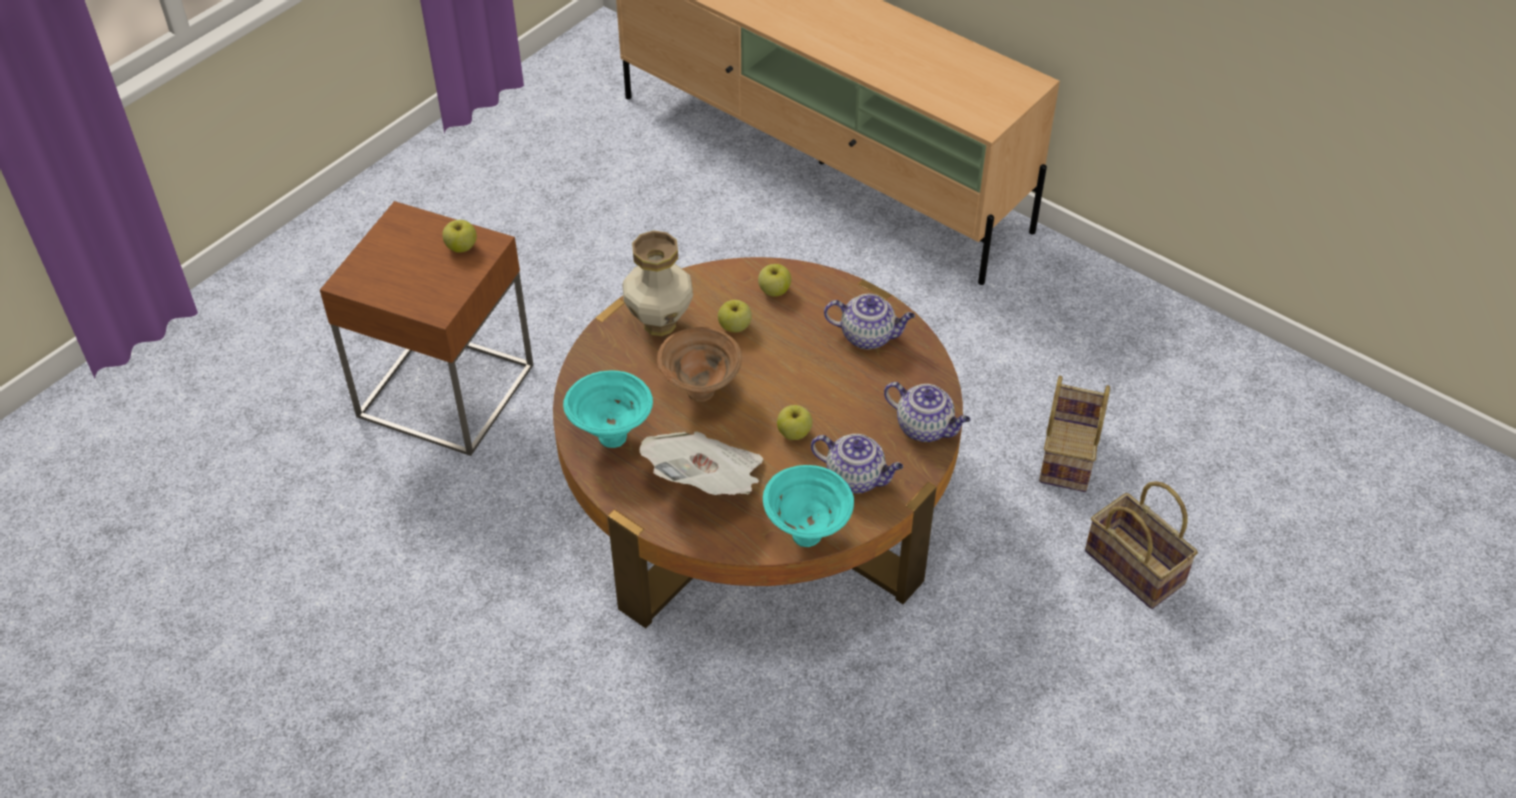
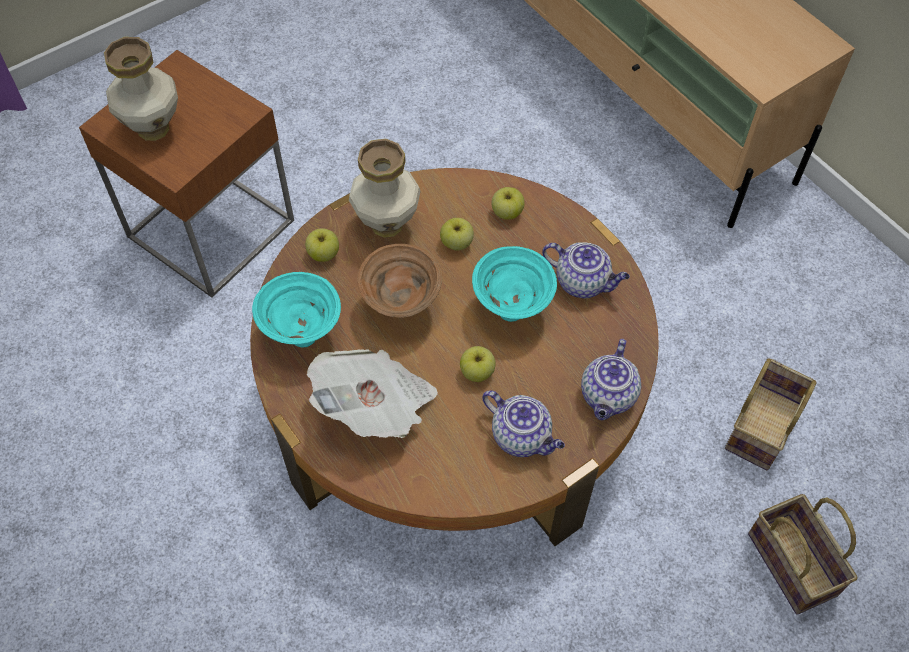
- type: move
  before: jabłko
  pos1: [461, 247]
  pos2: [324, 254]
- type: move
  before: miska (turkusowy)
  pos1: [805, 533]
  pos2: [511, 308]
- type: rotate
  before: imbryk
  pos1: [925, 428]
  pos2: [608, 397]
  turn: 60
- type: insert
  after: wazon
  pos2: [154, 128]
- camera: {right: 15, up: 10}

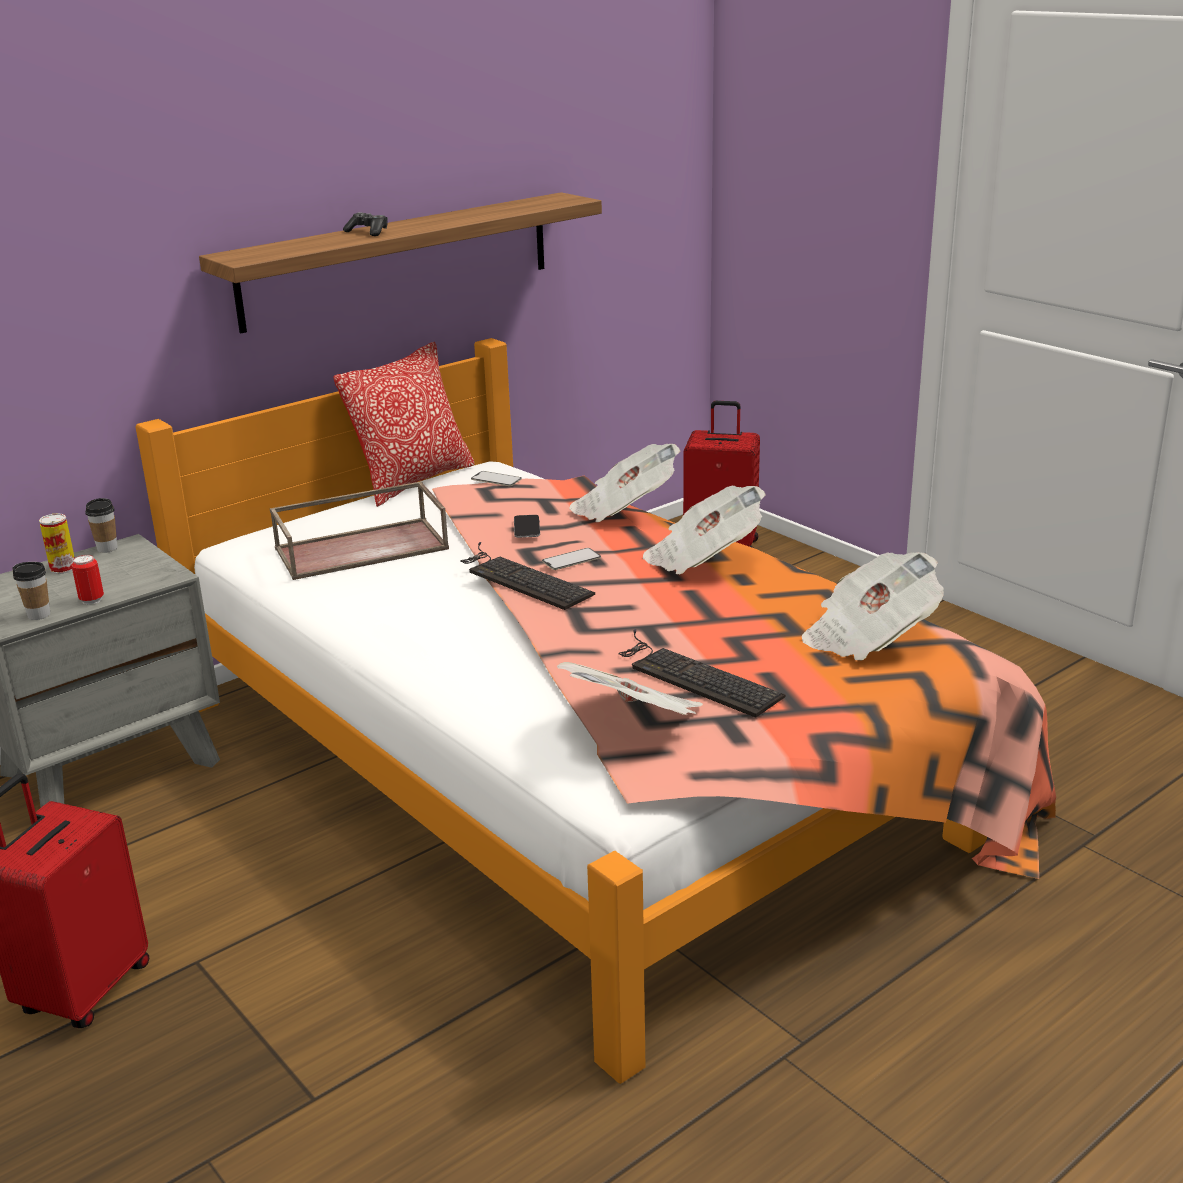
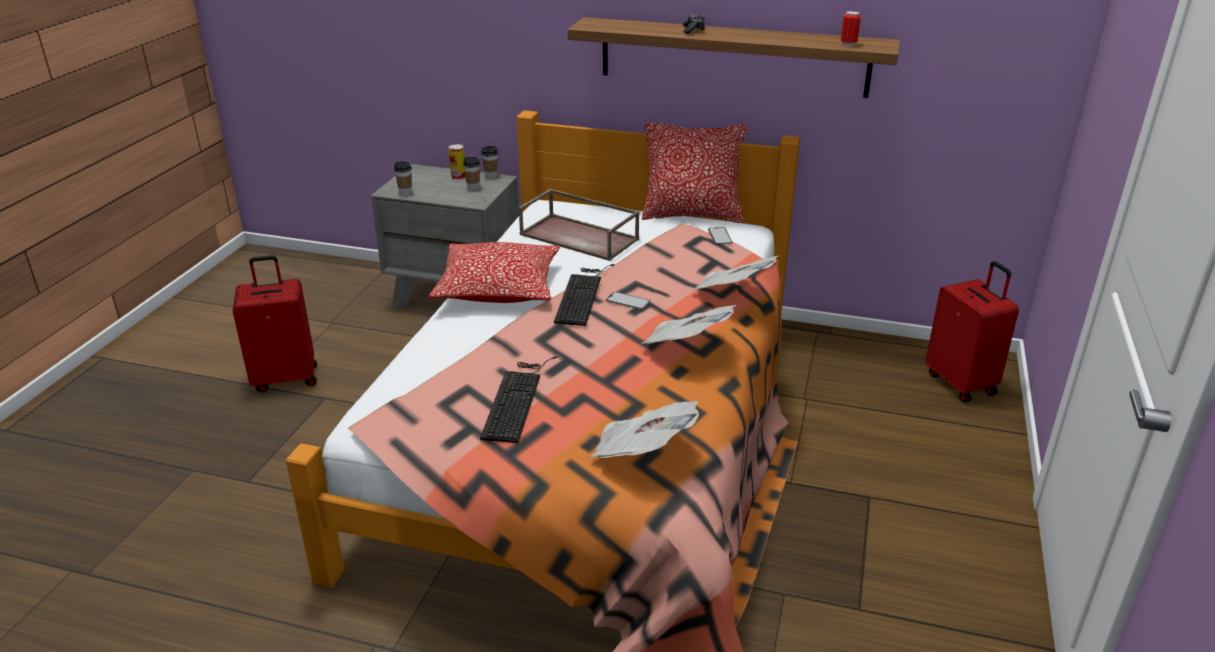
- type: move
  before: puszka
  pos1: [92, 600]
  pos2: [848, 44]
- type: delete
  before: telefon
  pos1: [527, 527]
- type: delete
  before: gazeta
  pos1: [635, 723]
- type: insert
  after: poduszka
  pos2: [498, 289]
- type: insert
  after: filiżanka
  pos2: [473, 188]
- camera: {right: 55, up: 5}

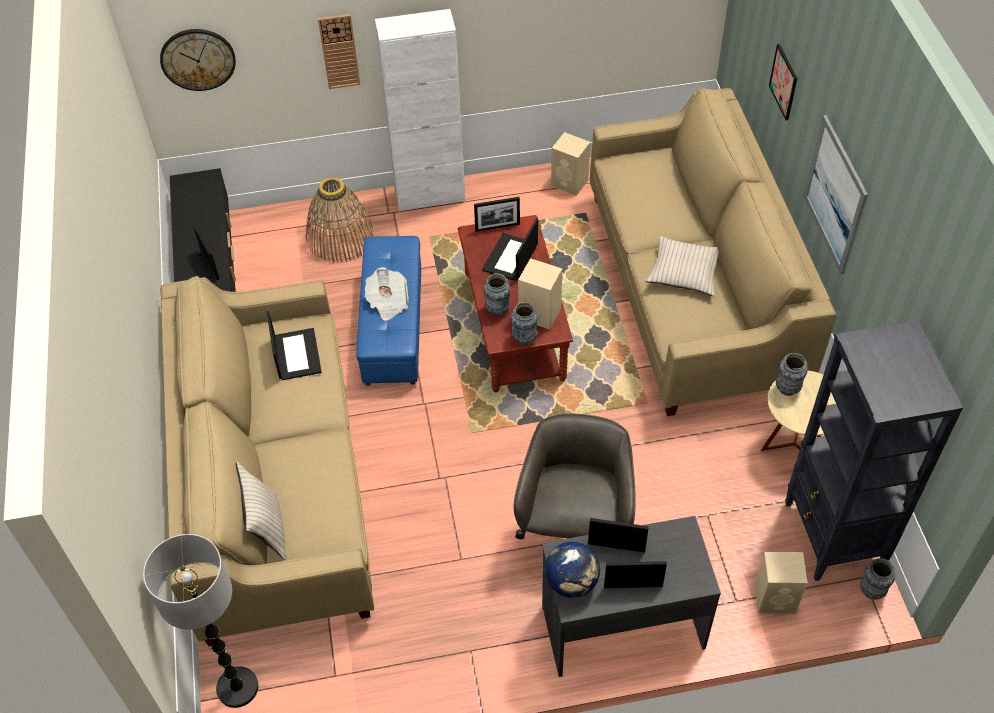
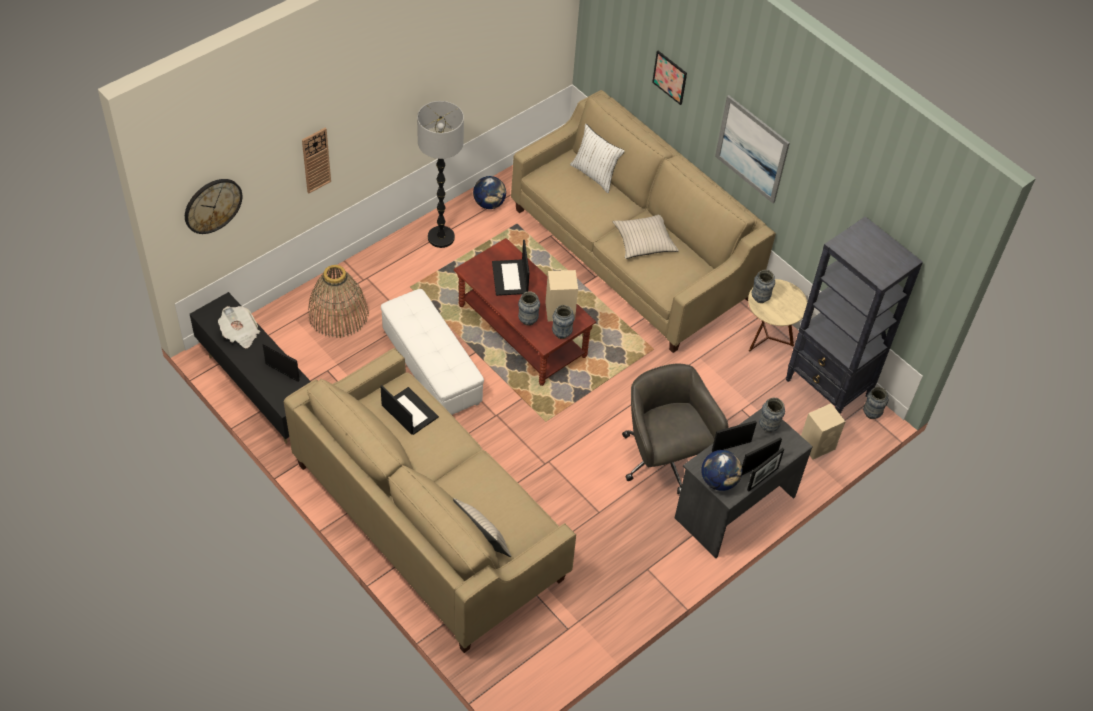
- type: move
  before: lampa stojąca
  pos1: [237, 687]
  pos2: [441, 237]
- type: recolor
  before: pufa (niebieski)
  after: pufa (biały)
  pos1: [392, 326]
  pos2: [430, 367]
- type: move
  before: gazeta
  pos1: [387, 302]
  pos2: [240, 333]
- type: delete
  before: szafka (biały)
  pos1: [430, 196]
- type: move
  before: ramka na zdjęcie
  pos1: [497, 227]
  pos2: [762, 479]
- type: replace
  before: głośnik (beżowy)
  after: globus
  pos1: [570, 183]
  pos2: [489, 204]
- type: insert
  after: poduszka (biały)
  pos2: [595, 175]
- type: insert
  after: wazon
  pos2: [768, 426]
- camera: {right: -35, up: 0}

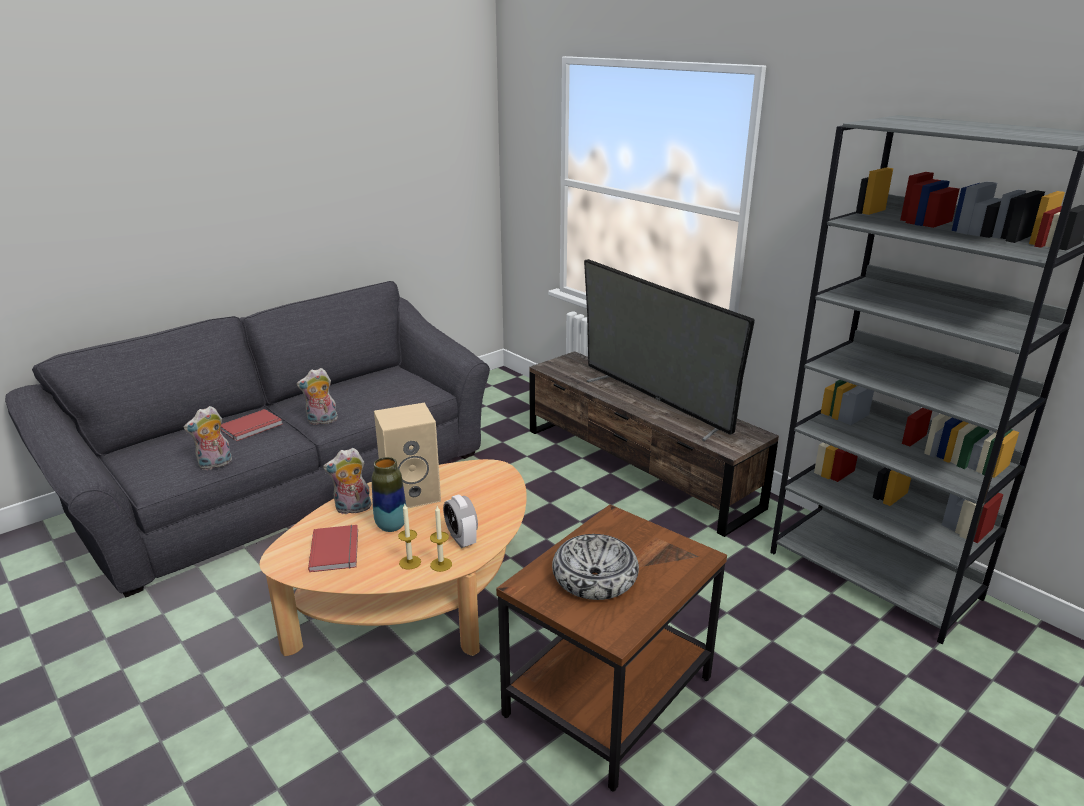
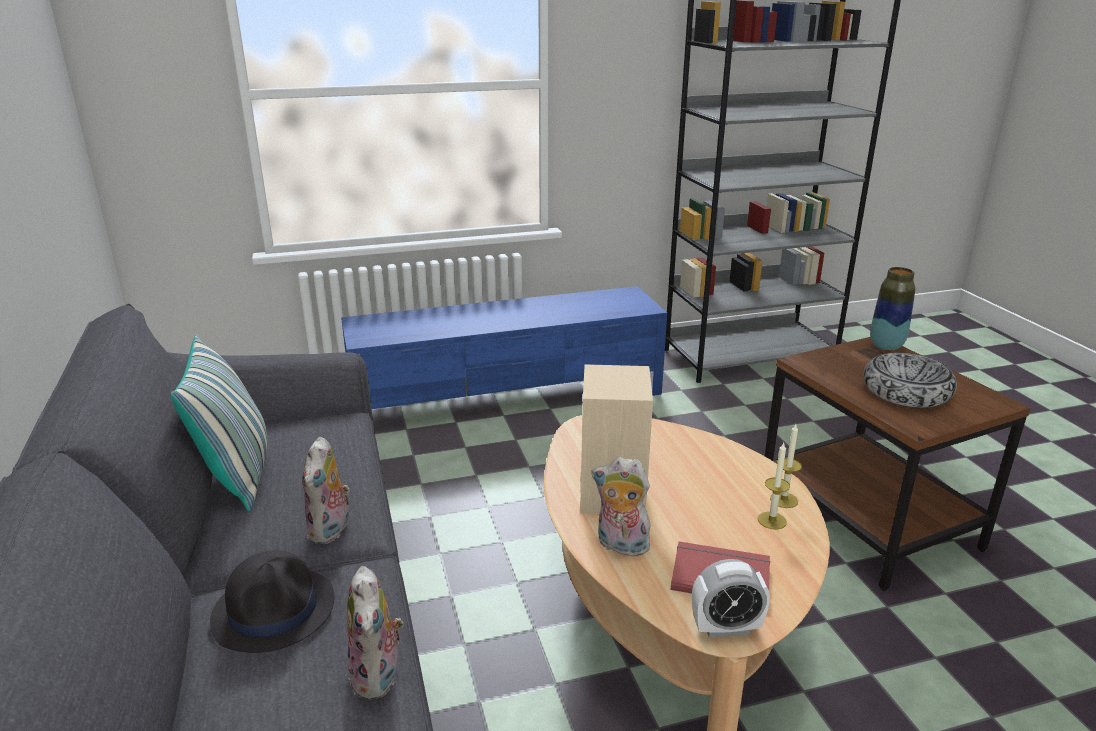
- type: replace
  before: książka (czerwony)
  after: kapelusz (czarny)
  pos1: [252, 427]
  pos2: [275, 610]
- type: rotate
  before: pluszak
  pos1: [352, 509]
  pos2: [620, 546]
  turn: 105
- type: move
  before: wazon
  pos1: [391, 526]
  pos2: [886, 346]
- type: move
  before: budzik
  pos1: [461, 539]
  pos2: [726, 628]
- type: recolor
  before: szafka pod telewizor (brązowy)
  after: szafka pod telewizor (niebieski)
  pos1: [639, 467]
  pos2: [509, 397]
- type: delete
  before: telewizor
  pos1: [654, 403]
- type: insert
  after: poduszka
  pos2: [238, 474]
- camera: {right: -65, up: 0}

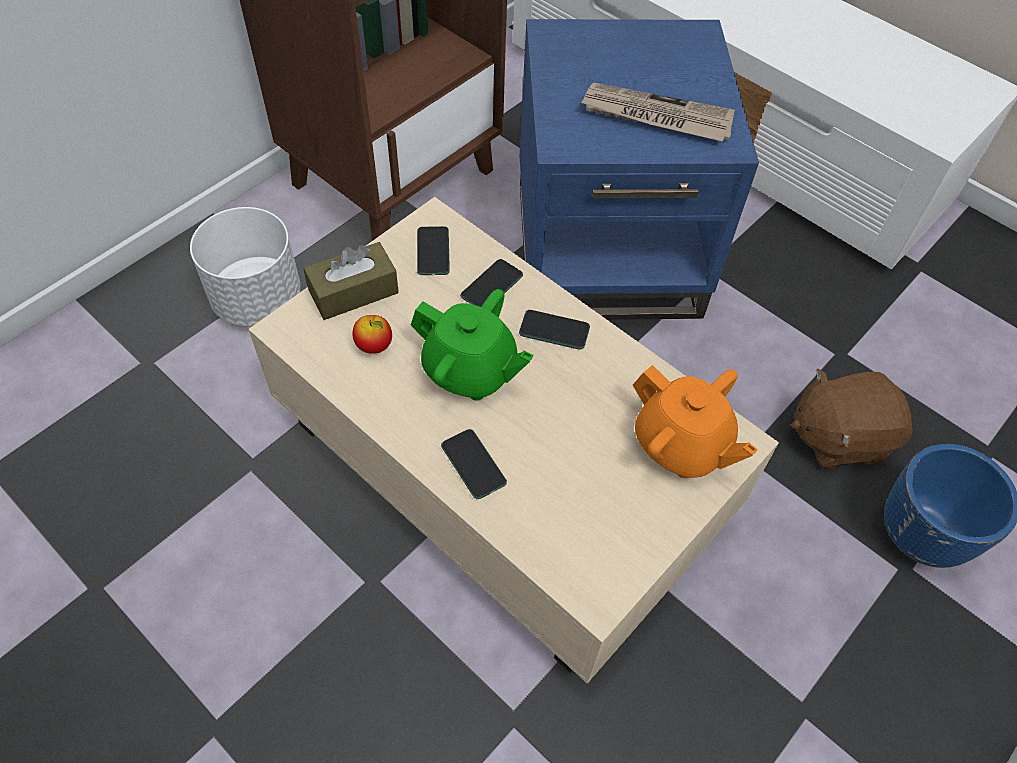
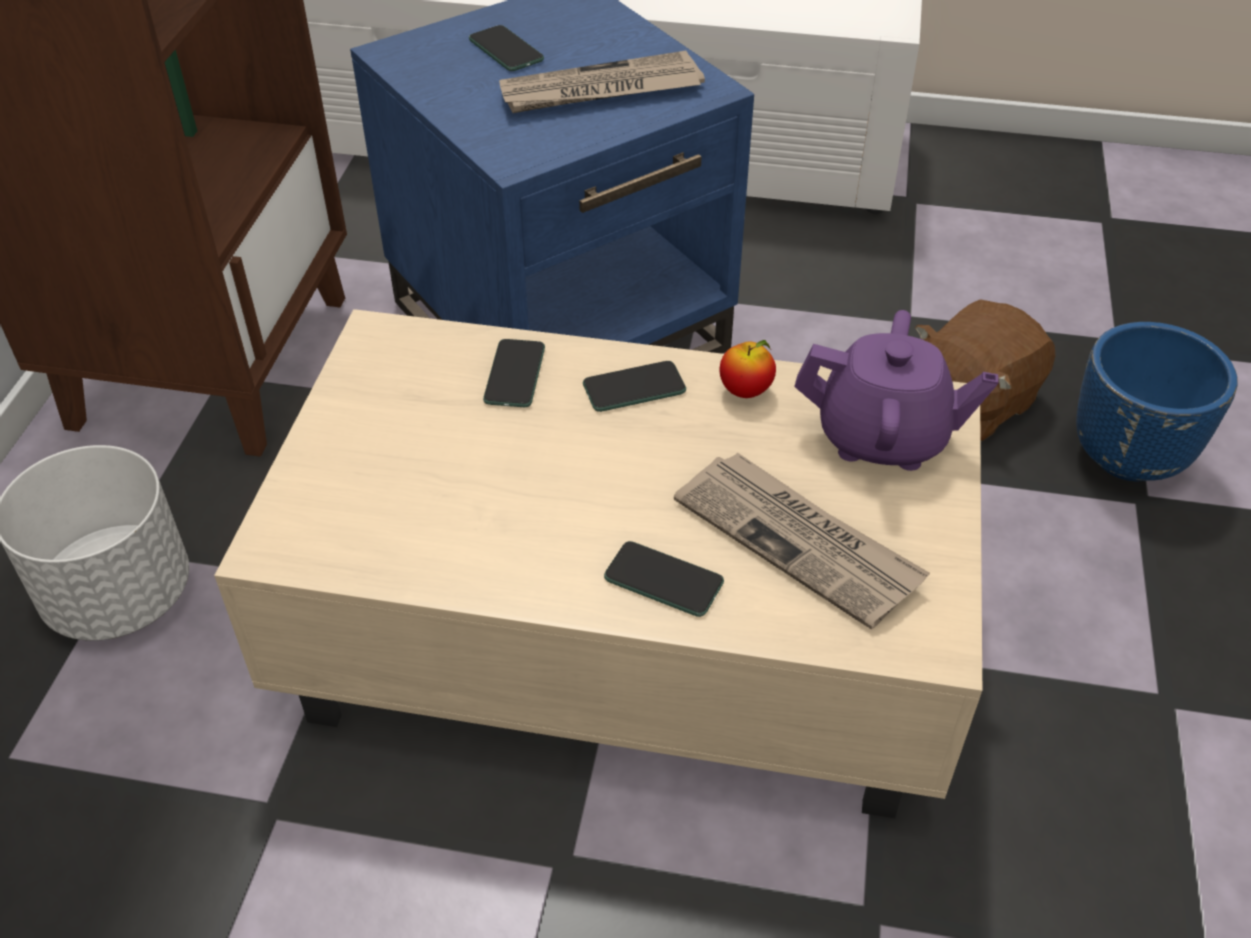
- type: delete
  before: pudełko chusteczek (brązowy)
  pos1: [353, 292]
- type: move
  before: jabłko
  pos1: [374, 346]
  pos2: [745, 391]
- type: delete
  before: imbryk (zielony)
  pos1: [470, 371]
- type: move
  before: telefon
  pos1: [433, 252]
  pos2: [506, 50]
- type: recolor
  before: imbryk (pomarańczowy)
  after: imbryk (fioletowy)
  pos1: [681, 445]
  pos2: [883, 437]
- type: insert
  after: gazeta
  pos2: [799, 541]
- camera: {right: -30, up: -10}

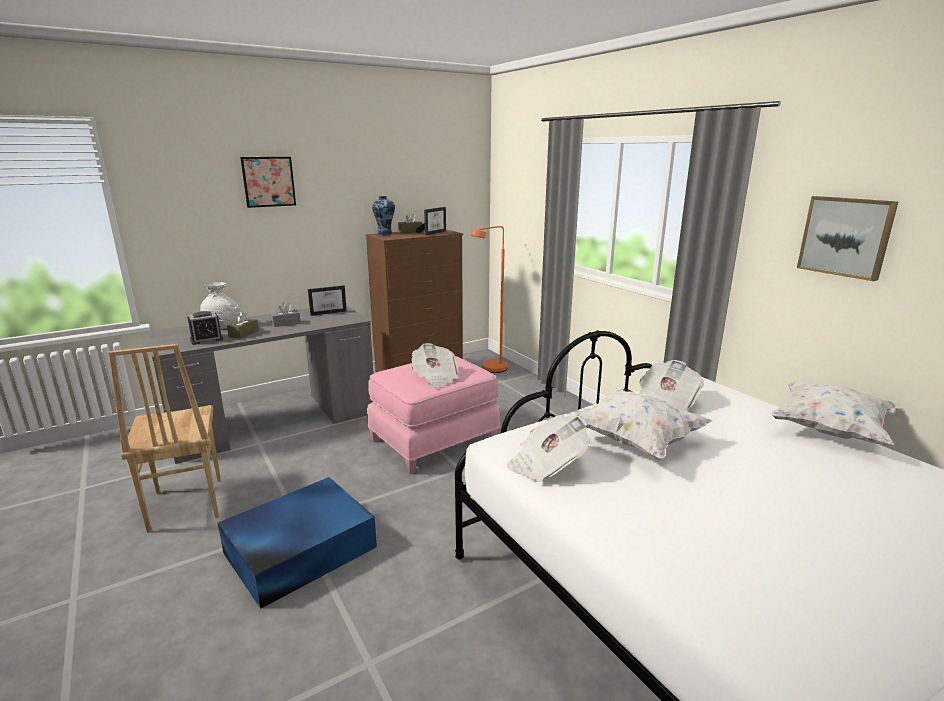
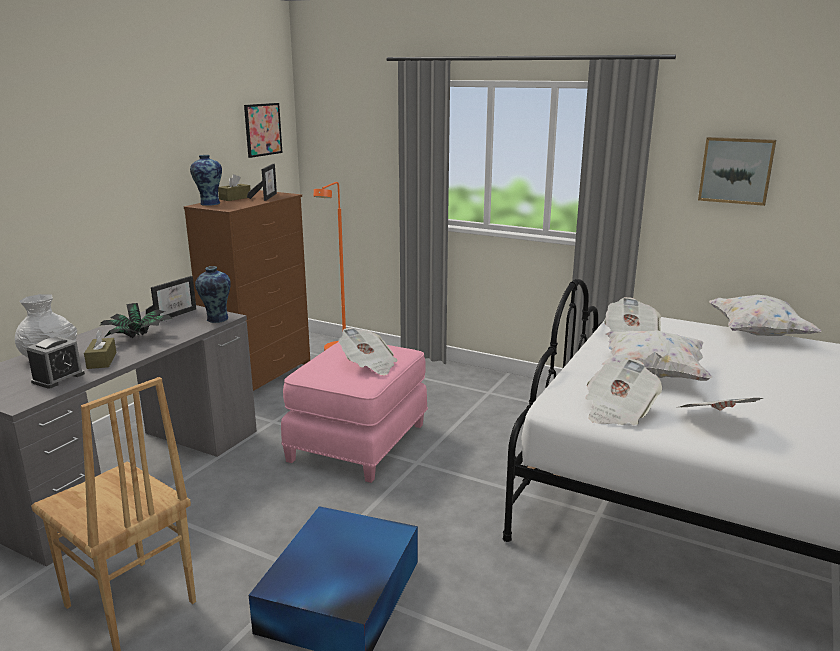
- type: move
  before: obraz
  pos1: [268, 181]
  pos2: [263, 129]
- type: replace
  before: pudełko chusteczek (szary)
  after: roślina doniczkowa
  pos1: [286, 323]
  pos2: [139, 337]
- type: insert
  after: wazon
  pos2: [216, 319]
- type: insert
  after: gazeta
  pos2: [715, 421]
- camera: {right: -30, up: 0}

